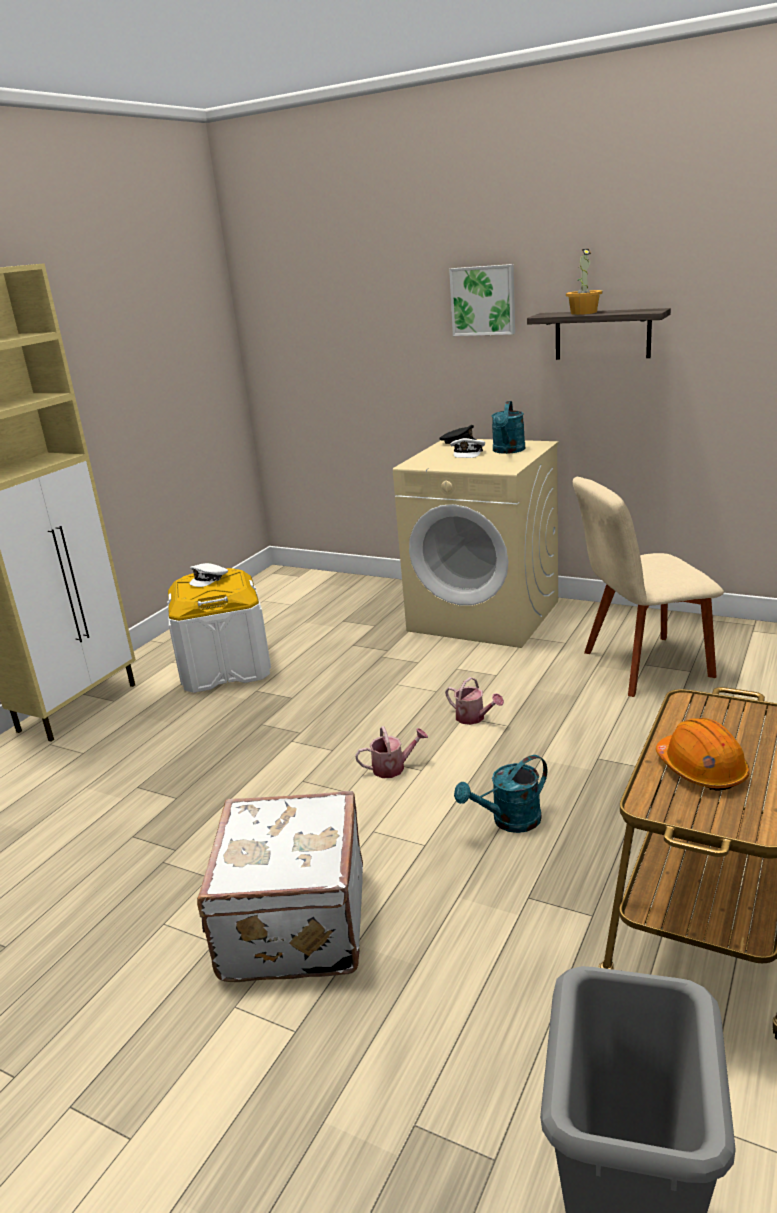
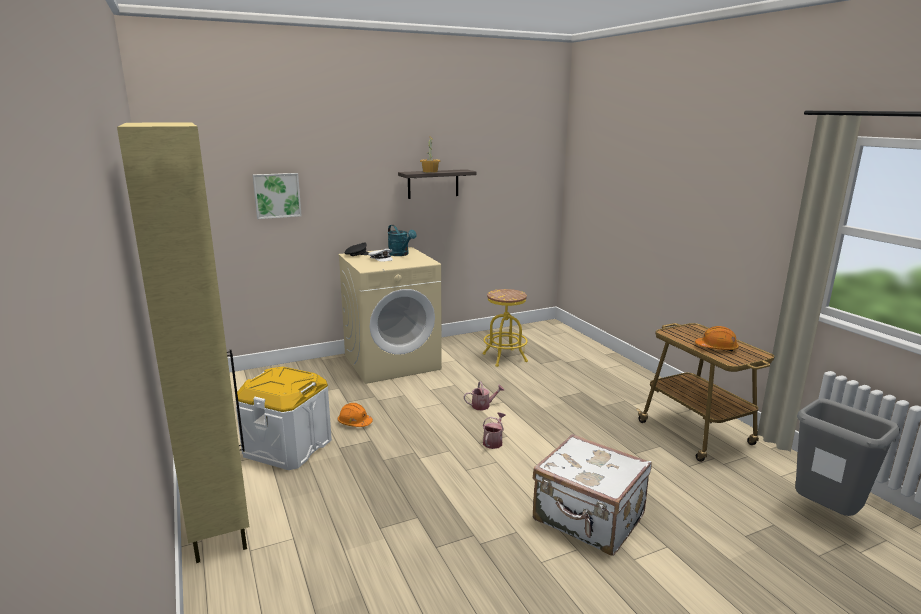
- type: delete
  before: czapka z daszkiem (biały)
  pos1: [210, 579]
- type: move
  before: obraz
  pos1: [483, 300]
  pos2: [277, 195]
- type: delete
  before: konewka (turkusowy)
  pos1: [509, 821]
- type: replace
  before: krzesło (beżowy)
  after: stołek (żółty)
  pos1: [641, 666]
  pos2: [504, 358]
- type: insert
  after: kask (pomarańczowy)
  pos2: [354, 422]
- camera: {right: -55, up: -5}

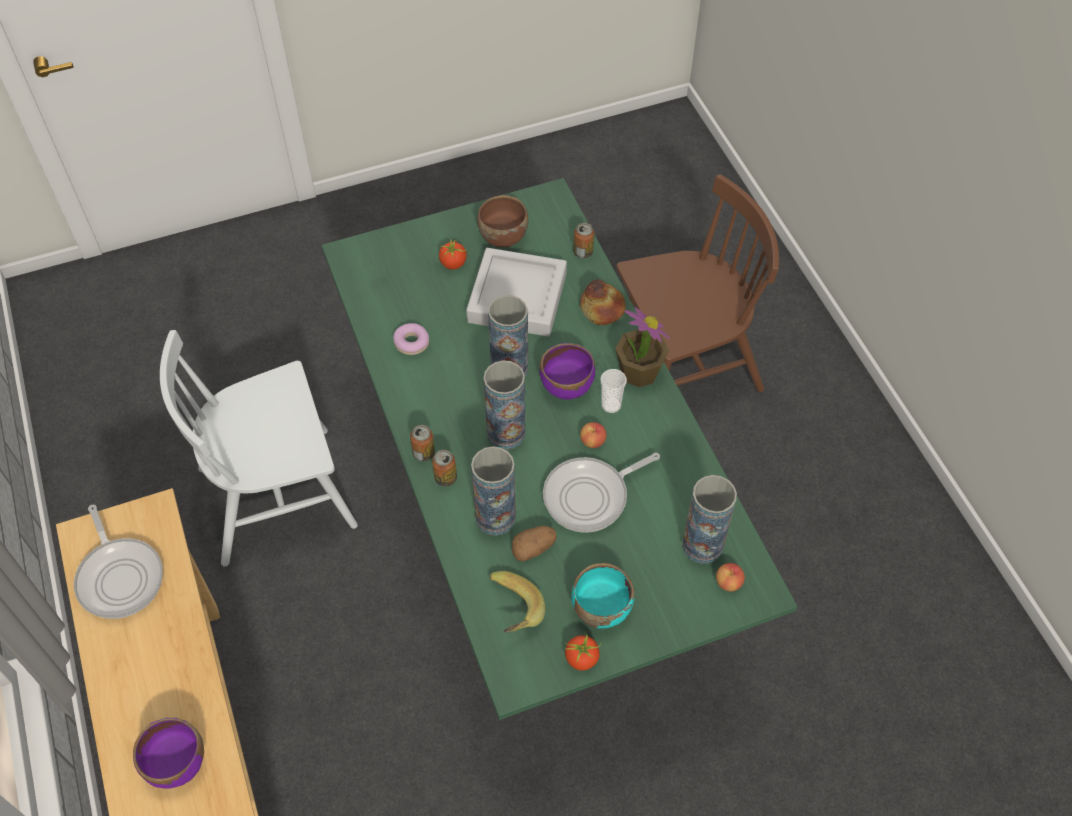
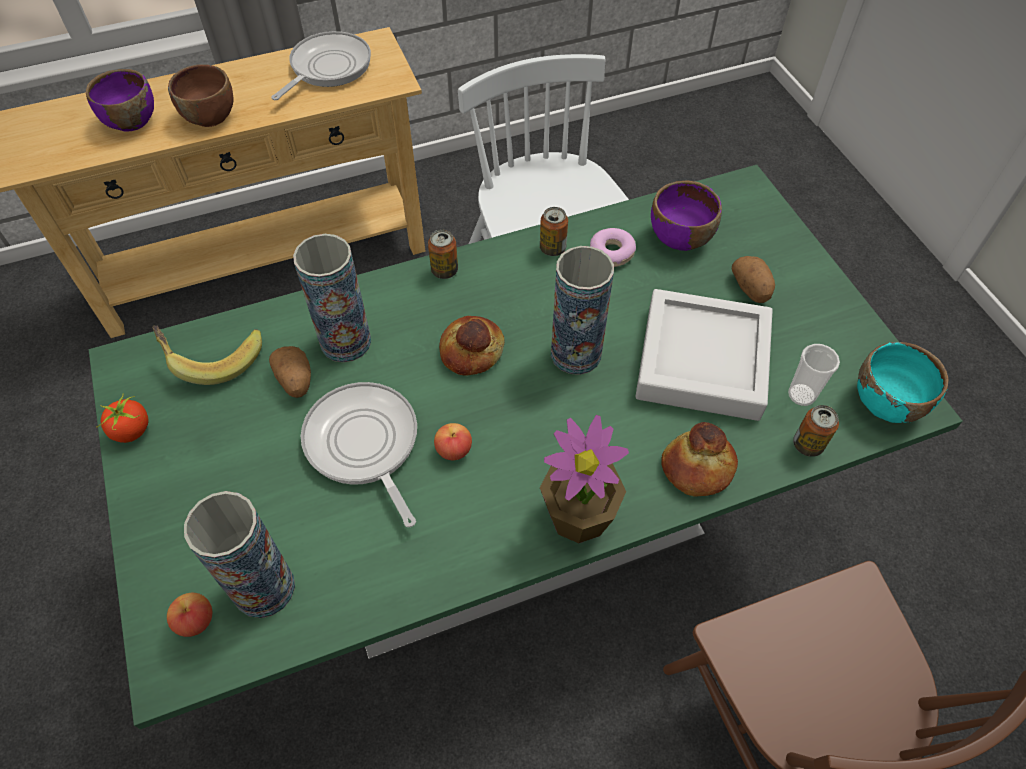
- type: rotate
  before: patelnia
  pos1: [120, 576]
  pos2: [327, 68]
  turn: 150
- type: move
  before: puszka
  pos1: [445, 478]
  pos2: [552, 248]
- type: replace
  before: pomidor
  after: ziemniak
  pos1: [453, 264]
  pos2: [751, 289]
- type: move
  before: miska (brązowy)
  pos1: [503, 236]
  pos2: [210, 116]
- type: replace
  before: wazon
  after: chleb
  pos1: [506, 433]
  pos2: [471, 351]
- type: move
  before: miska (fioletowy)
  pos1: [567, 386]
  pos2: [680, 237]
- type: move
  before: miska (turkusowy)
  pos1: [600, 608]
  pos2: [887, 401]
- type: move
  before: filiżanka
  pos1: [611, 405]
  pos2: [801, 395]
- camera: {right: 90, up: 0}

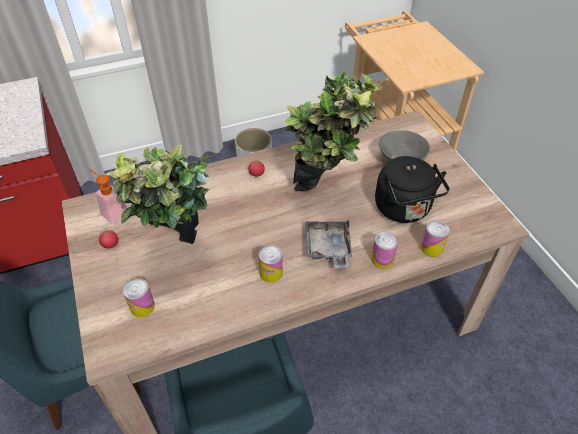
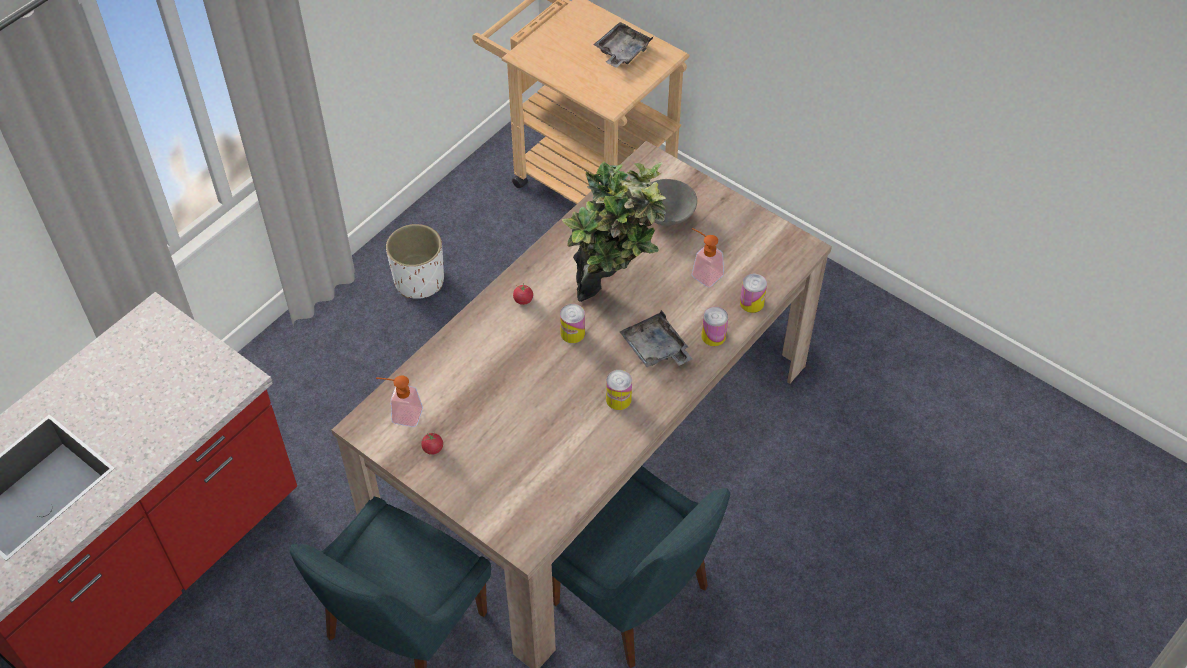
- type: delete
  before: roślina doniczkowa
  pos1: [179, 256]
- type: move
  before: puszka
  pos1: [142, 306]
  pos2: [572, 333]
- type: replace
  before: czajnik (czarny)
  after: dozownik mydła
  pos1: [404, 209]
  pos2: [703, 273]
- type: insert
  after: taca (szary)
  pos2: [621, 52]
- camera: {right: -30, up: 5}

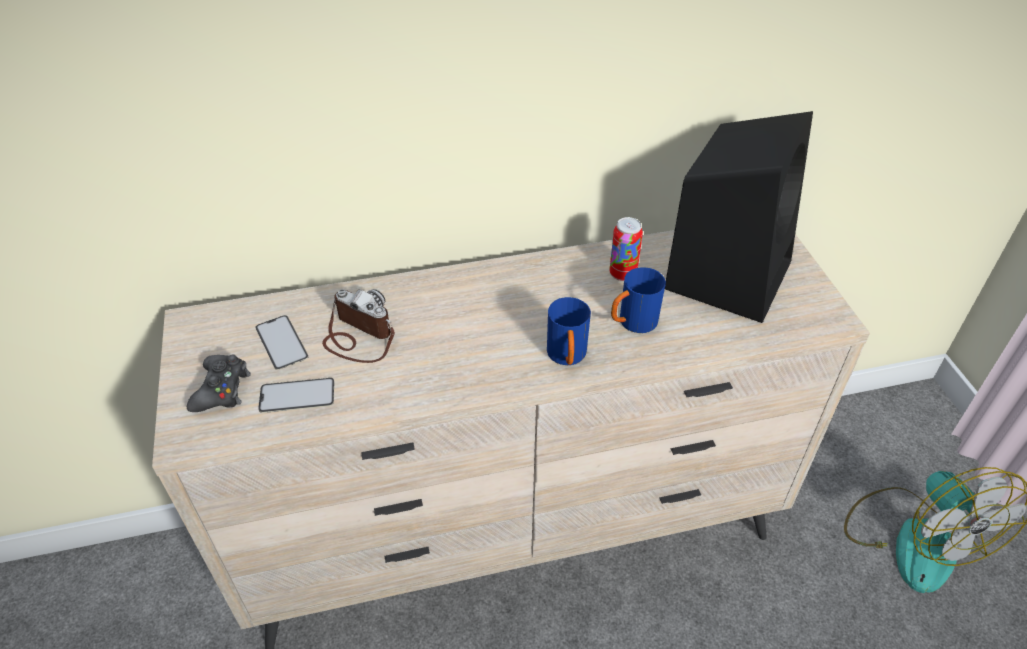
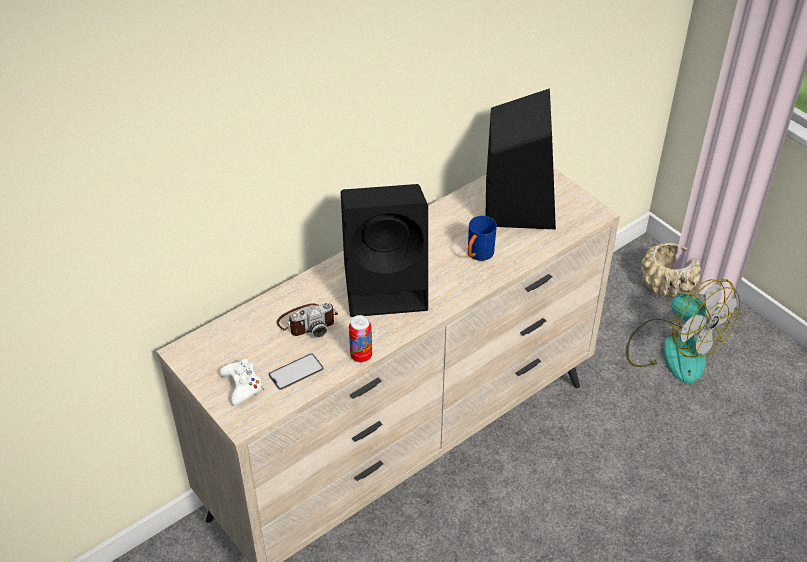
- type: recolor
  before: pad do gier (czarny)
  after: pad do gier (biały)
  pos1: [222, 389]
  pos2: [242, 386]
- type: delete
  before: telefon
  pos1: [281, 342]
- type: rotate
  before: aparat fotograficzny
  pos1: [358, 336]
  pos2: [307, 322]
  turn: 150
- type: delete
  before: kubek (niebieski)
  pos1: [567, 357]
- type: move
  before: puszka
  pos1: [622, 274]
  pos2: [361, 356]
- type: insert
  after: głośnik (czarny)
  pos2: [388, 286]
- type: insert
  after: donica (beżowy)
  pos2: [666, 285]
- camera: {right: -25, up: 0}

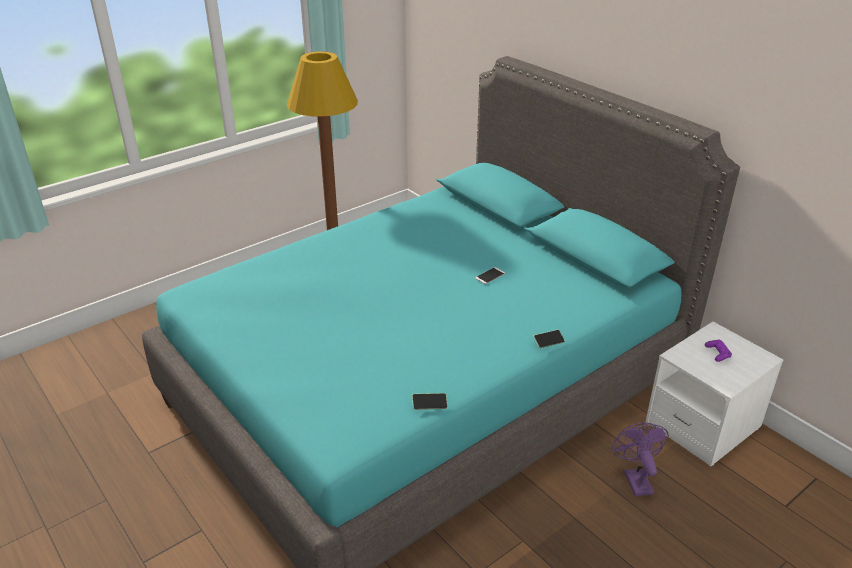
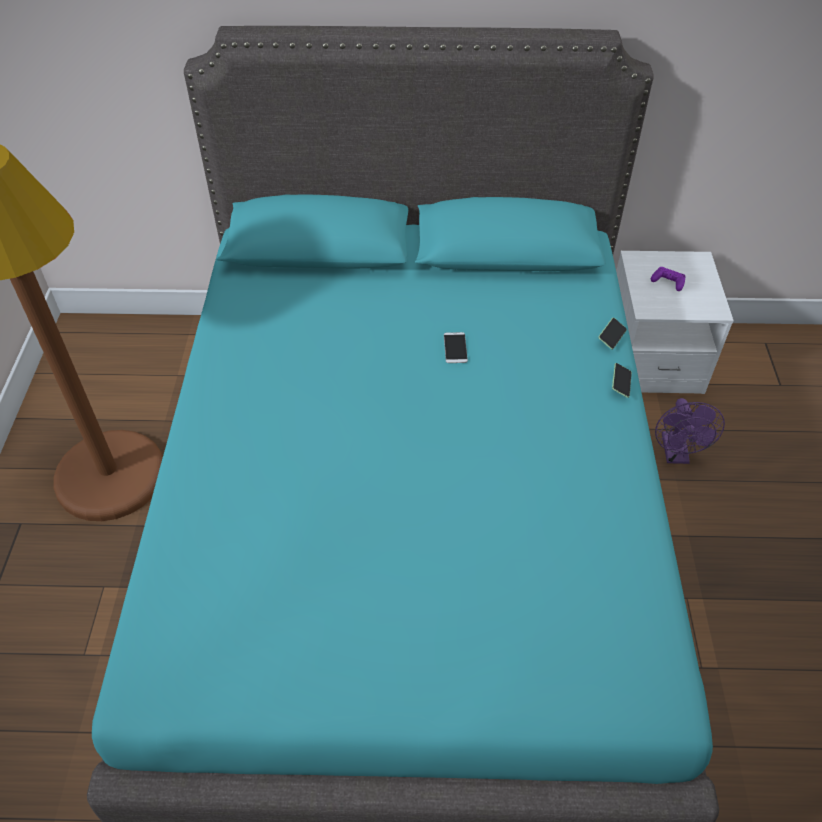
- type: move
  before: telefon
  pos1: [429, 405]
  pos2: [611, 337]
- type: rotate
  before: wentylator (fioletowy)
  pos1: [635, 478]
  pos2: [676, 454]
  turn: -120
- camera: {right: -50, up: 15}

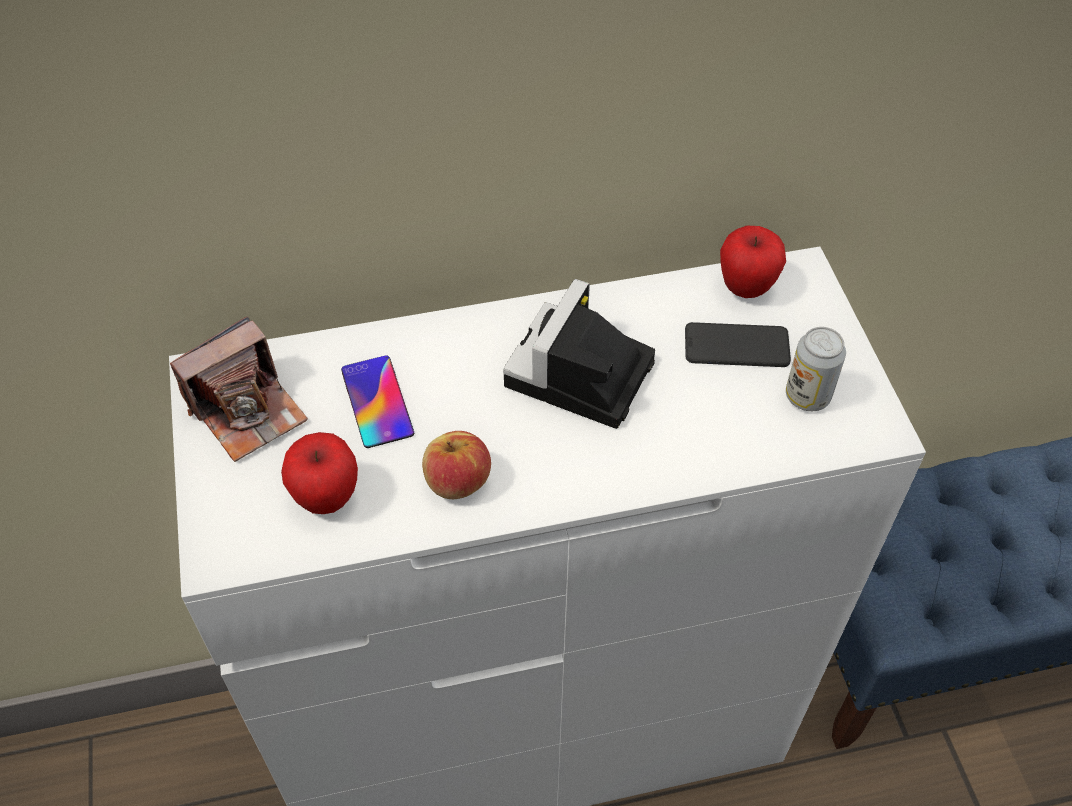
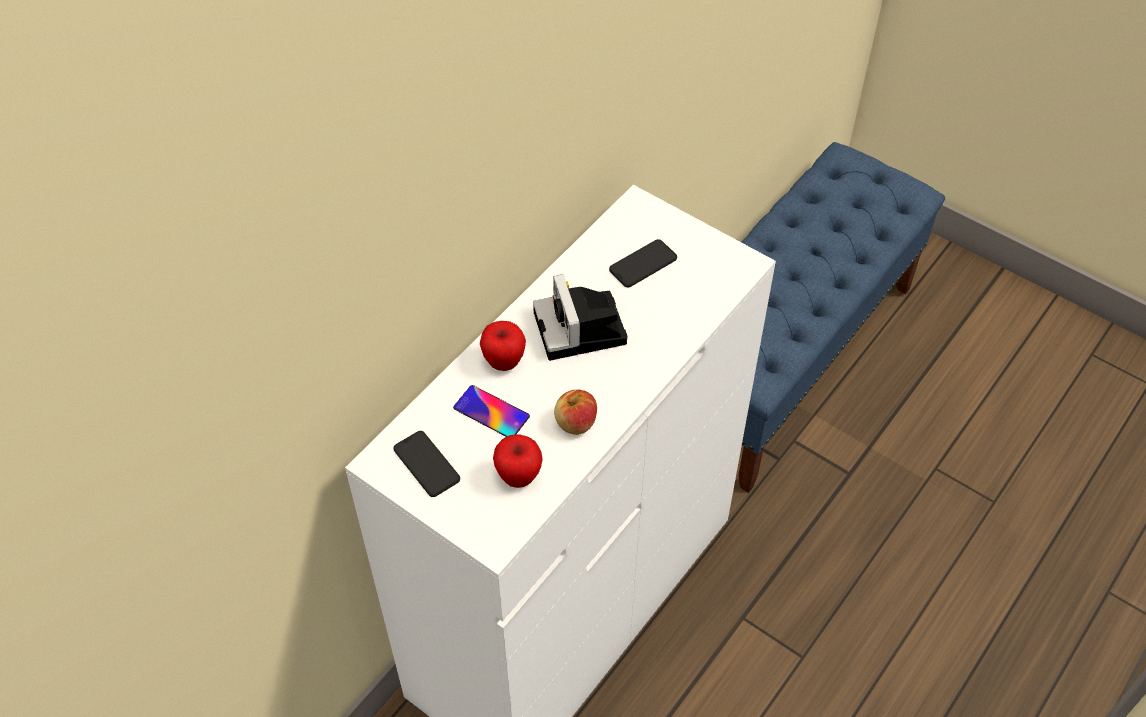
- type: replace
  before: aparat fotograficzny
  after: telefon
  pos1: [248, 411]
  pos2: [426, 464]
- type: move
  before: jabłko
  pos1: [746, 287]
  pos2: [504, 361]
- type: delete
  before: puszka
  pos1: [807, 396]
- camera: {right: -40, up: 0}

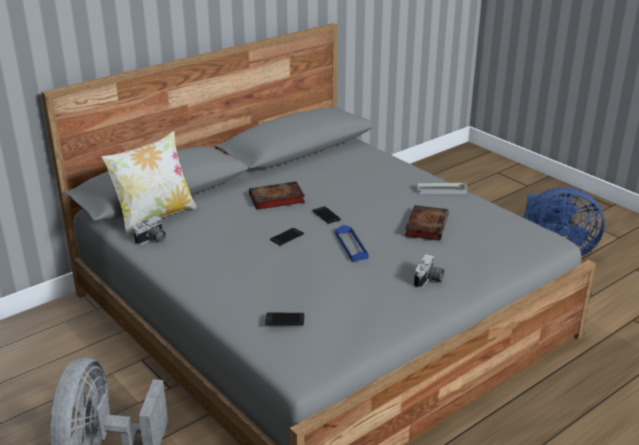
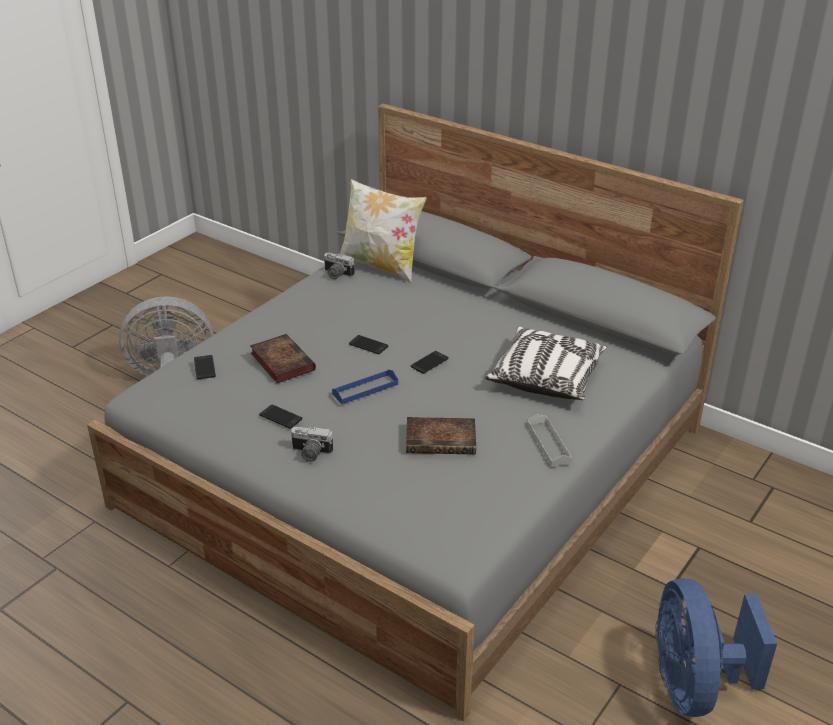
- type: move
  before: książka
  pos1: [275, 199]
  pos2: [281, 361]
- type: insert
  after: telefon
  pos2: [280, 417]
- type: insert
  after: poduszka
  pos2: [546, 377]
- camera: {right: 75, up: 5}

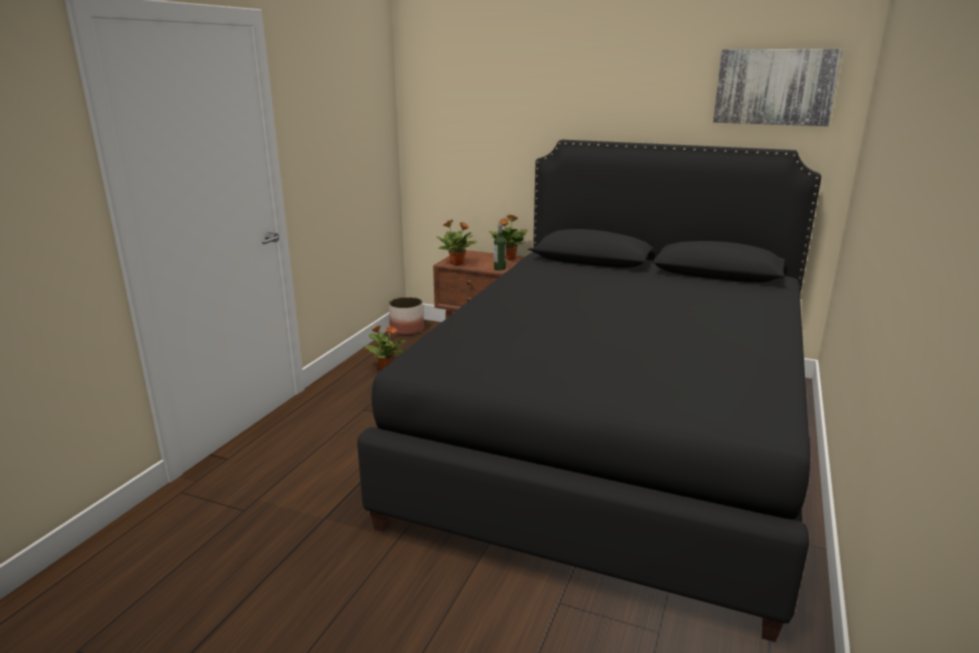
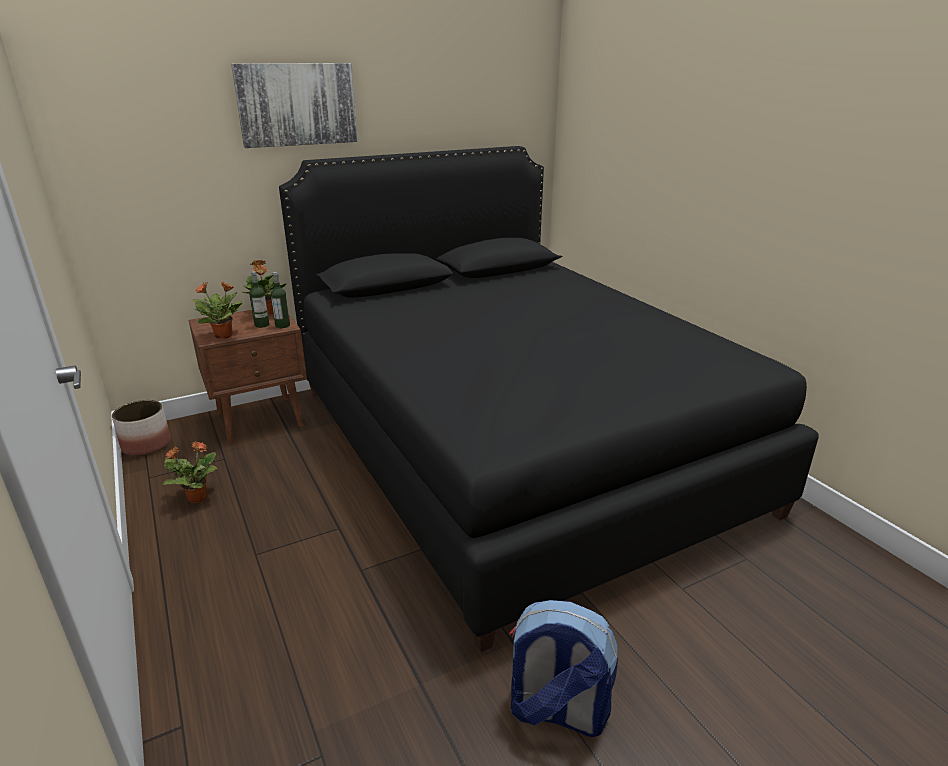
- type: move
  before: obraz
  pos1: [774, 87]
  pos2: [297, 104]
- type: insert
  after: butelka
  pos2: [262, 325]
- type: insert
  after: plecak
  pos2: [556, 711]
- camera: {right: -50, up: 5}

